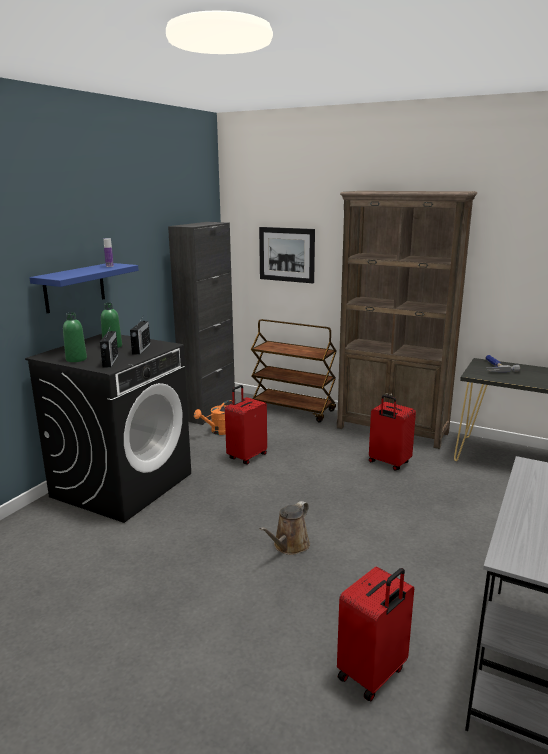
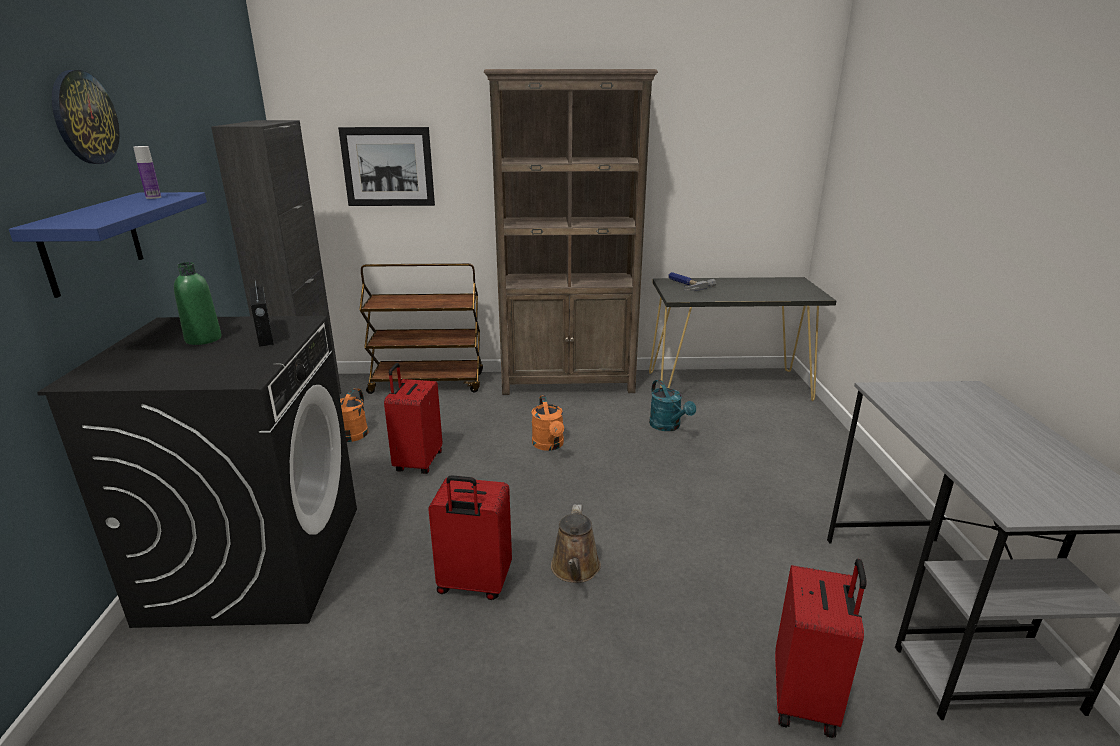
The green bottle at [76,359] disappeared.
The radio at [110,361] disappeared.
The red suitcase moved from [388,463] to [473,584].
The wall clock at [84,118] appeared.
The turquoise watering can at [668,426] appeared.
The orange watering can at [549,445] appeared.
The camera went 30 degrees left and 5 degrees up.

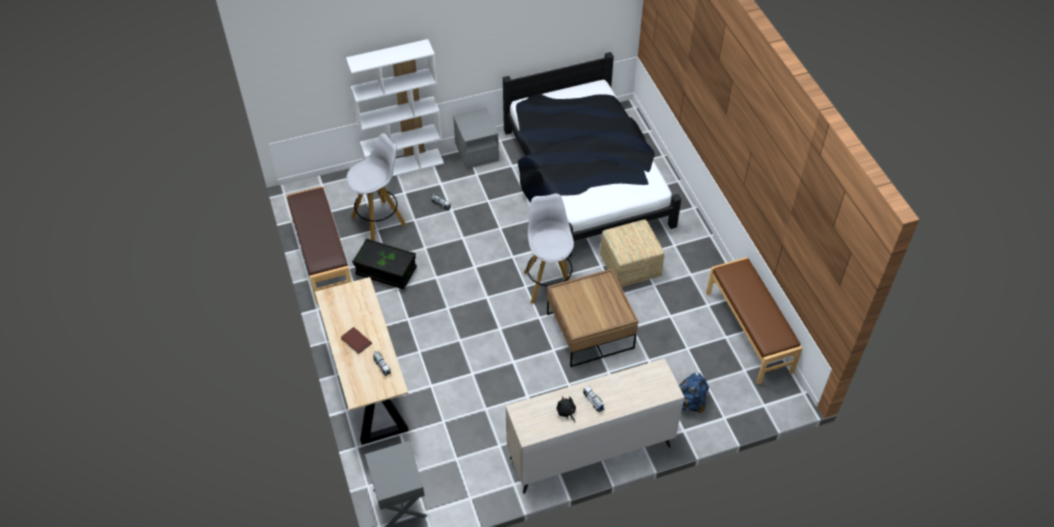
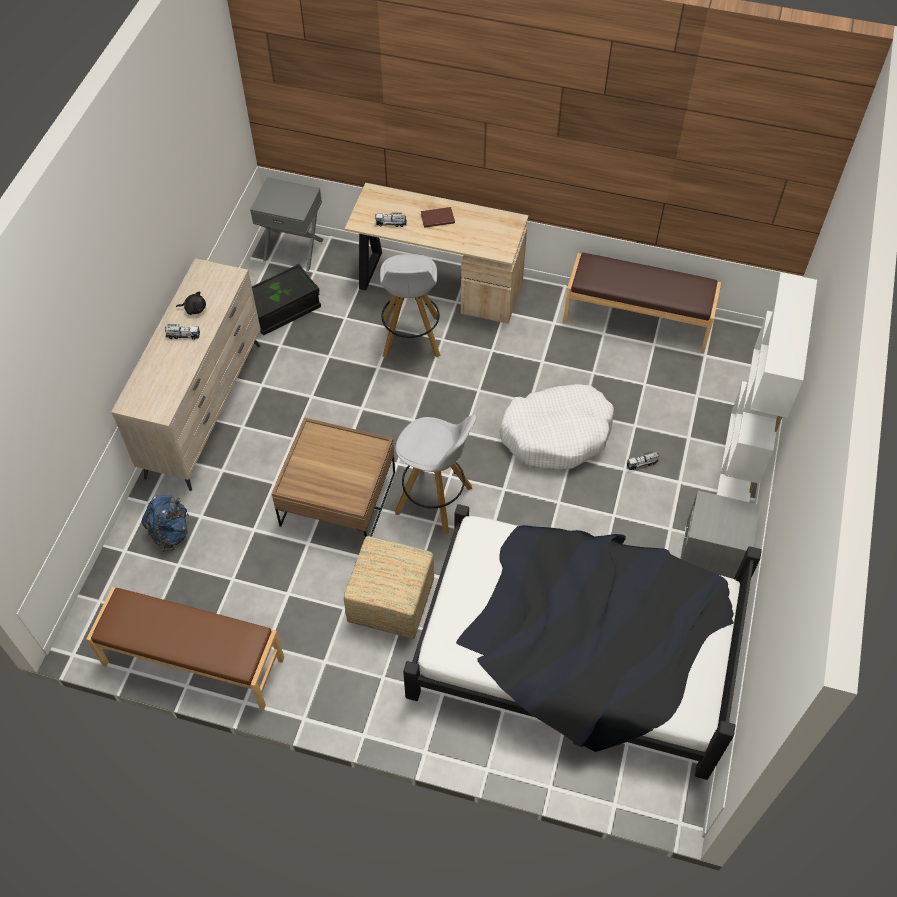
The white stool moved from [379,221] to [411,338].
The black storage box moved from [386,271] to [282,310].
The white dog bed at [557,434] appeared.
The camera went 125 degrees right and 5 degrees up.

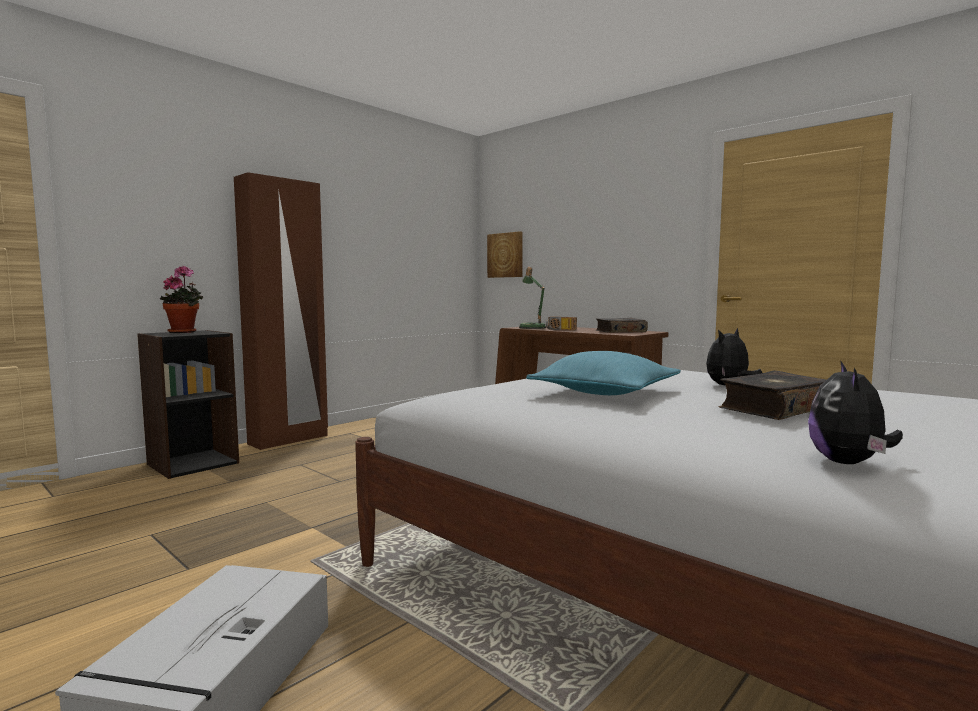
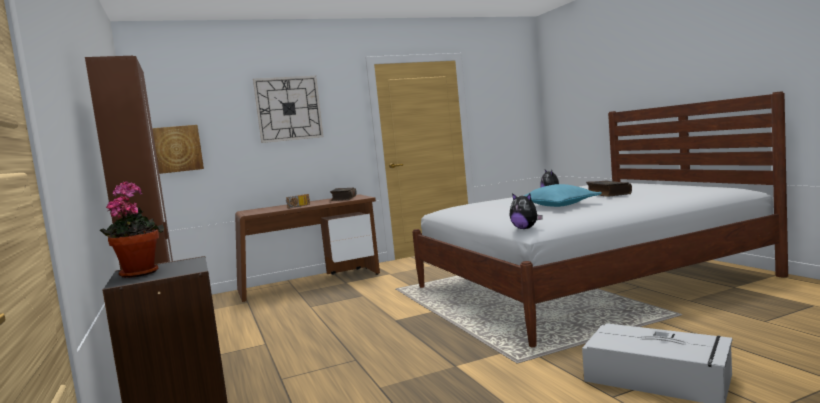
The table lamp at [531,327] disappeared.
The plush toy moved from [849,463] to [525,228].
The wall clock at [288,108] appeared.
The camera went 65 degrees left and 0 degrees up.

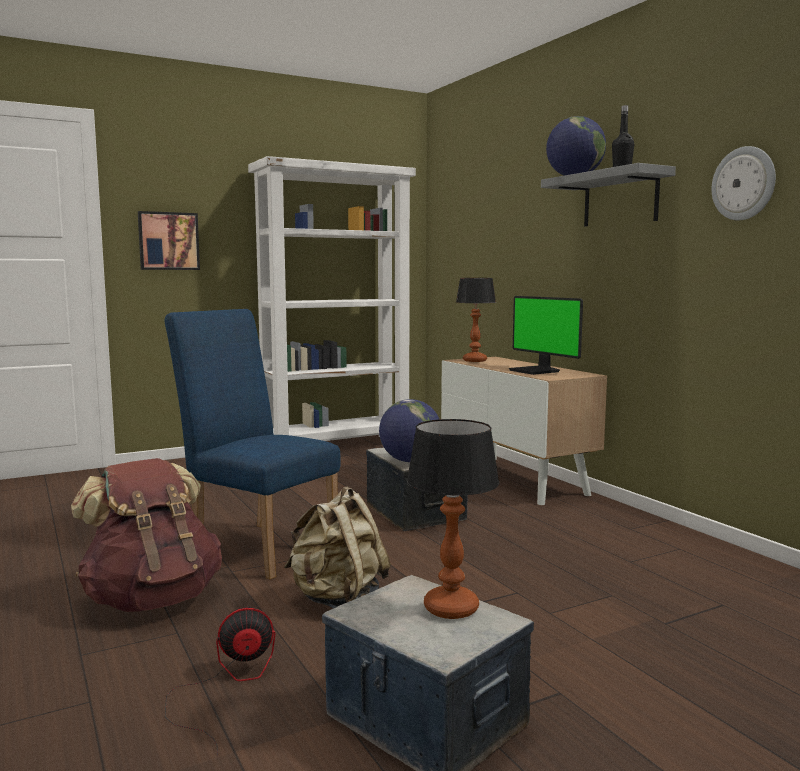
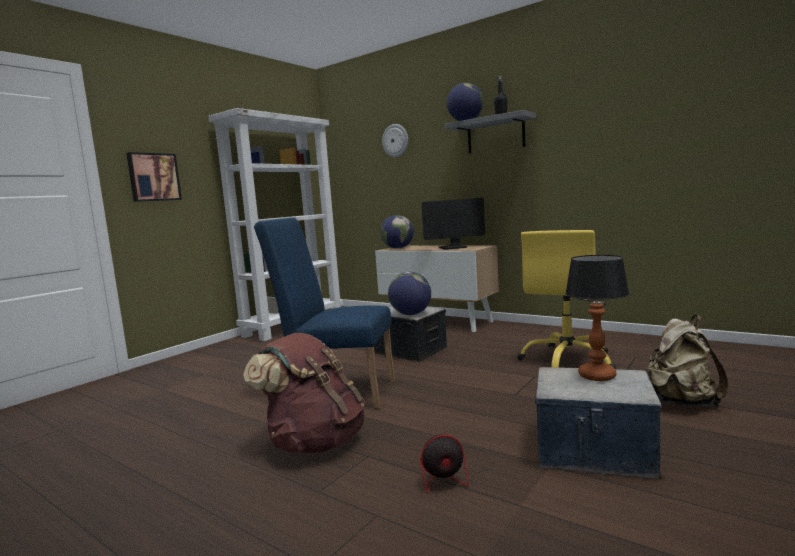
The wall clock moved from [744,183] to [395,140].
The table lamp at [475,360] was replaced by the globe at [398,248].
The monitor at [536,371] turned 135 degrees clockwise.
The beige backpack moved from [338,600] to [681,402].
The fan at [228,684] turned 150 degrees counterclockwise.
The yellow office chair at [567,360] appeared.
The camera went 25 degrees left and 0 degrees up.

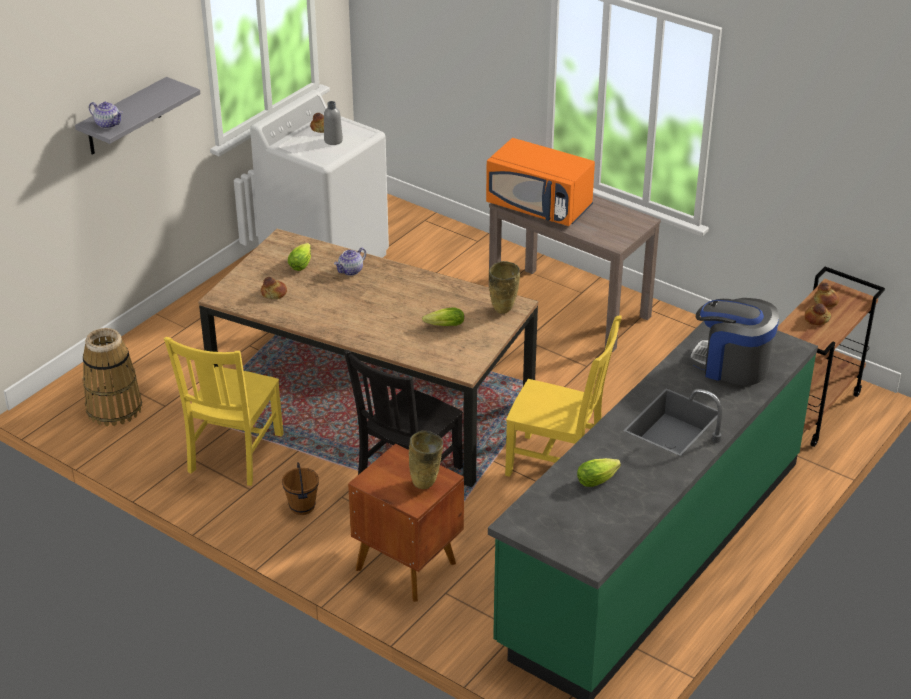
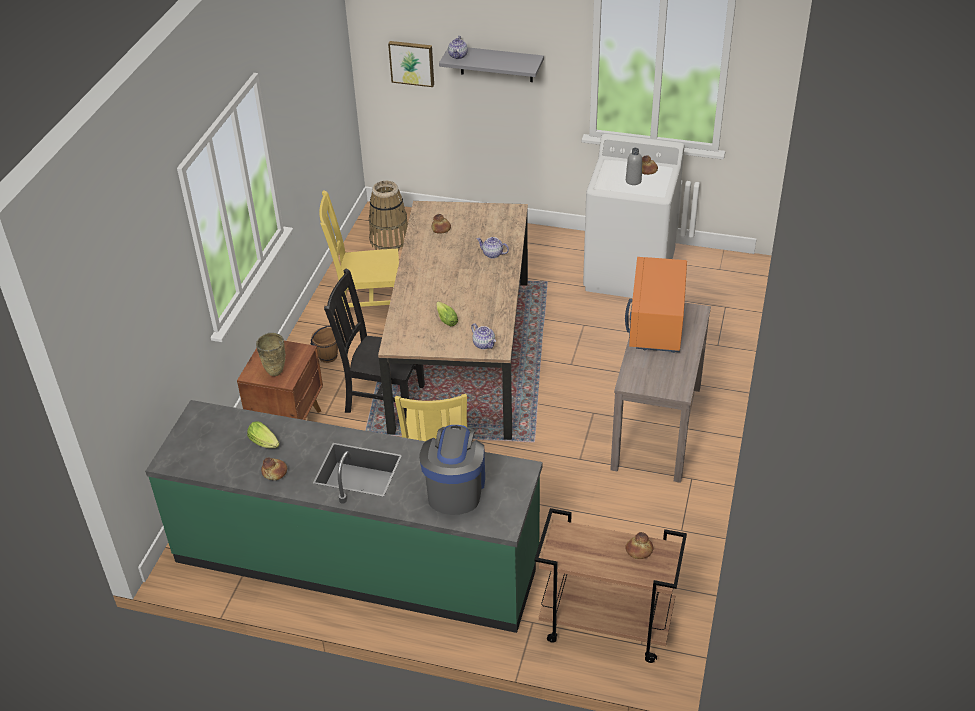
The lettuce at [302,263] disappeared.
The beige vase at [502,311] was replaced by the teapot at [484,344].
The bread moved from [817,319] to [274,472].
The picture at [412,62] appeared.
The camera went 70 degrees right and 5 degrees up.

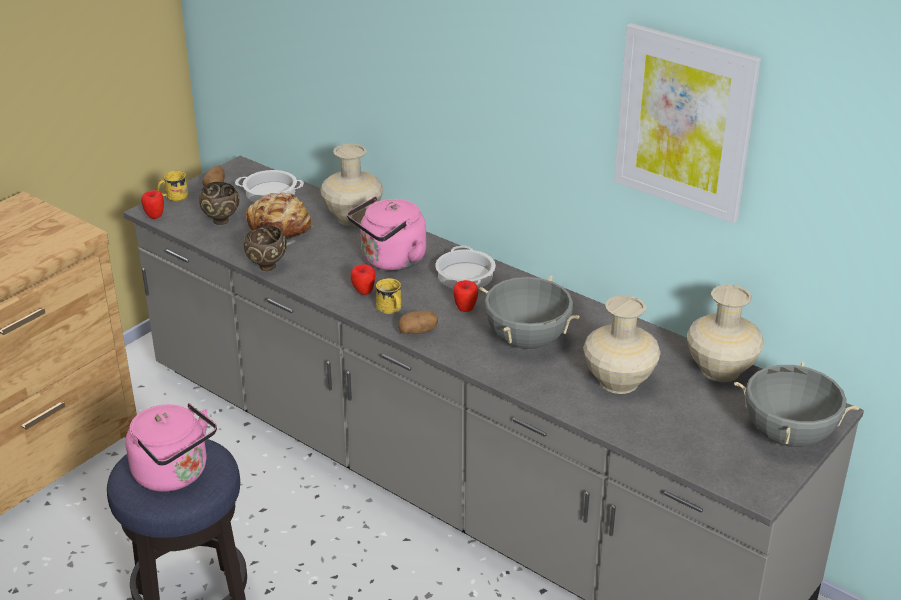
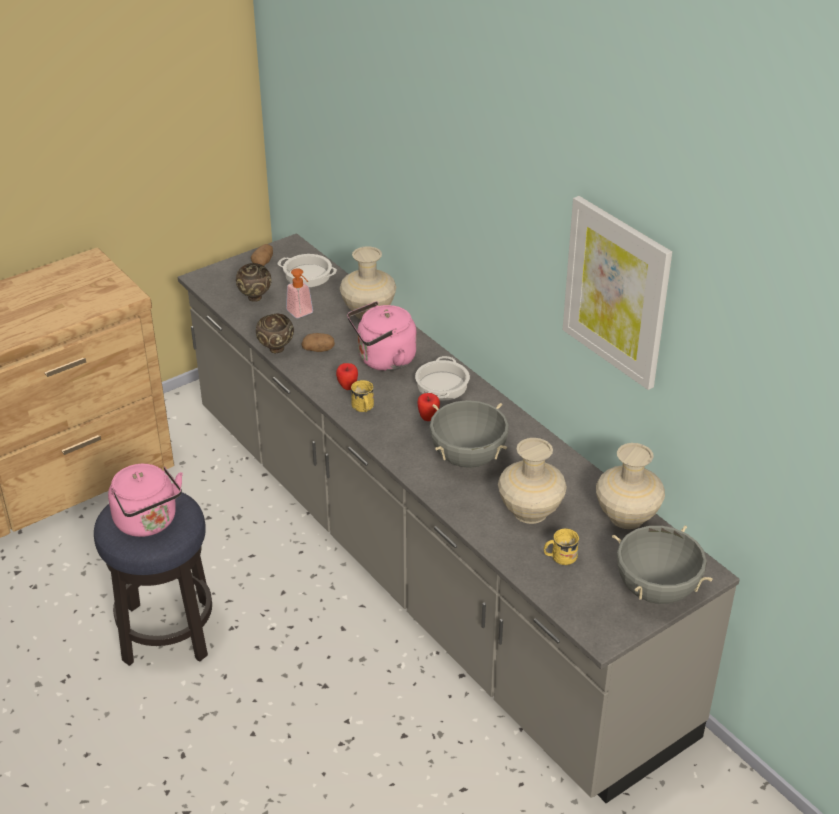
The yellow mug moved from [173,197] to [559,557].
The apple at [155,216] disappeared.
The bread at [281,229] was replaced by the soap dispenser at [302,314].
The potato moved from [418,331] to [318,350].
The camera went 15 degrees right and 5 degrees up.

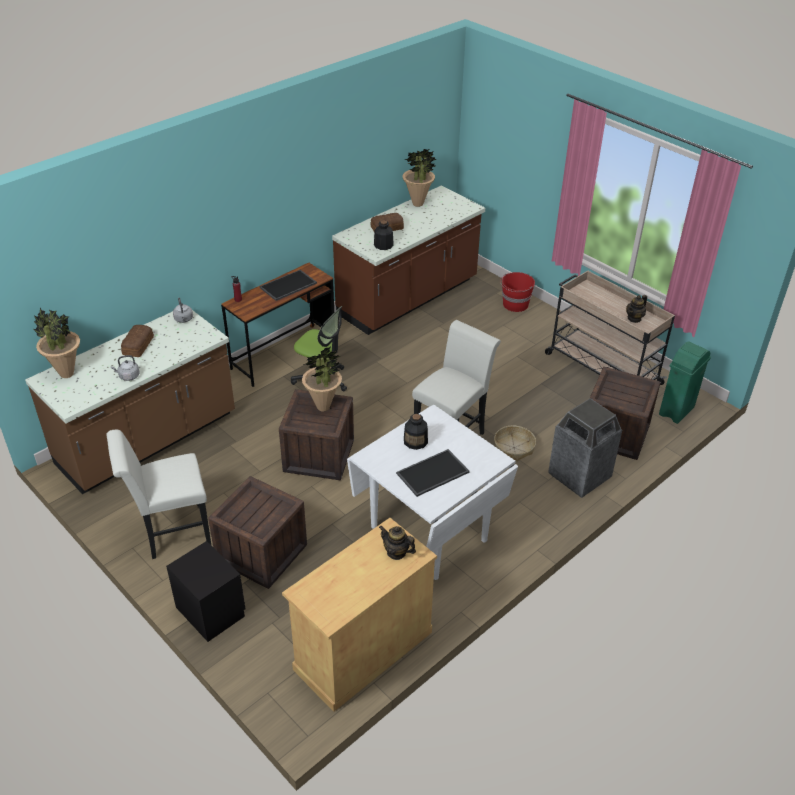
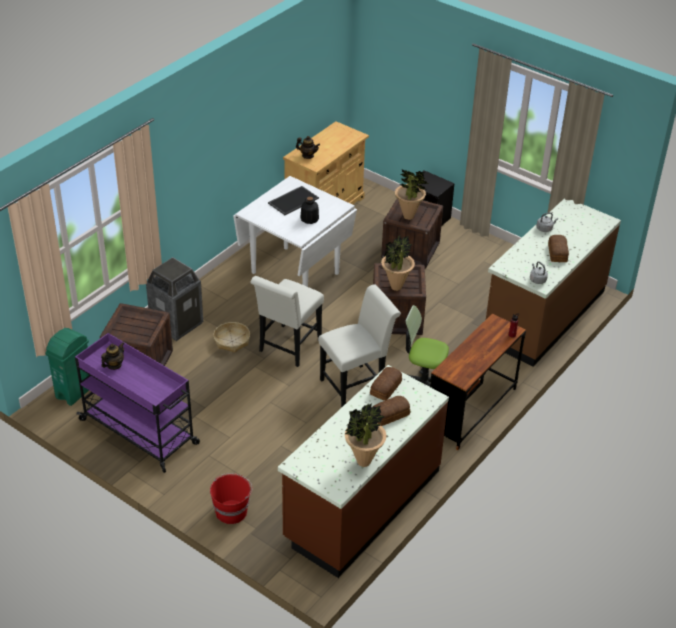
The bottle at [383,245] was replaced by the bread at [386,388].
The tray at [288,286] disappeared.
The beige cart at [601,368] became the purple cart at [140,432].
The potted plant moved from [66,374] to [408,216].
The white chair moved from [171,532] to [356,385].
The camera went 170 degrees right and 0 degrees up.

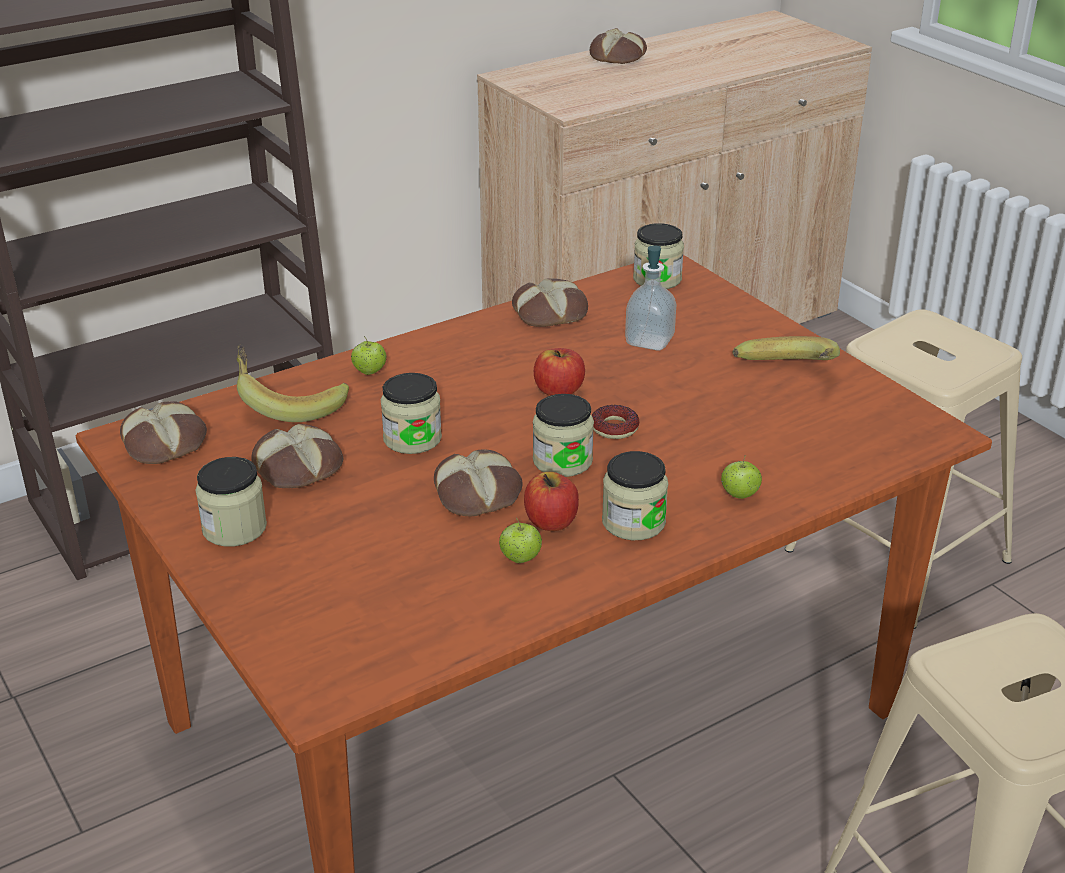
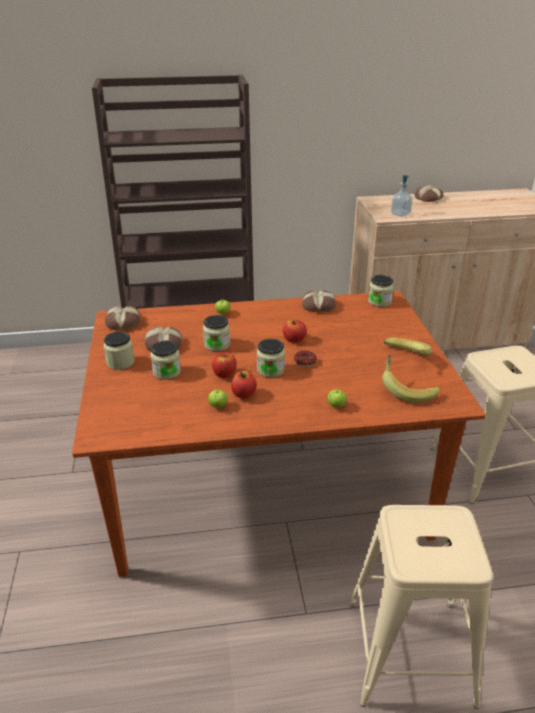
The soap dispenser moved from [649,341] to [400,214].
The banana moved from [289,403] to [406,389].
The bread at [478,493] was replaced by the apple at [224,374].
The jar moved from [633,522] to [167,372].
The camera went 25 degrees right and 0 degrees up.

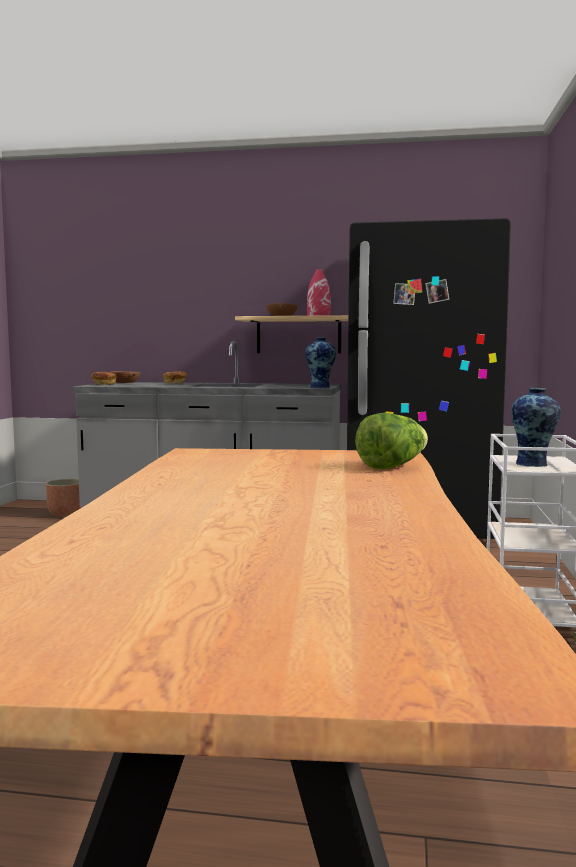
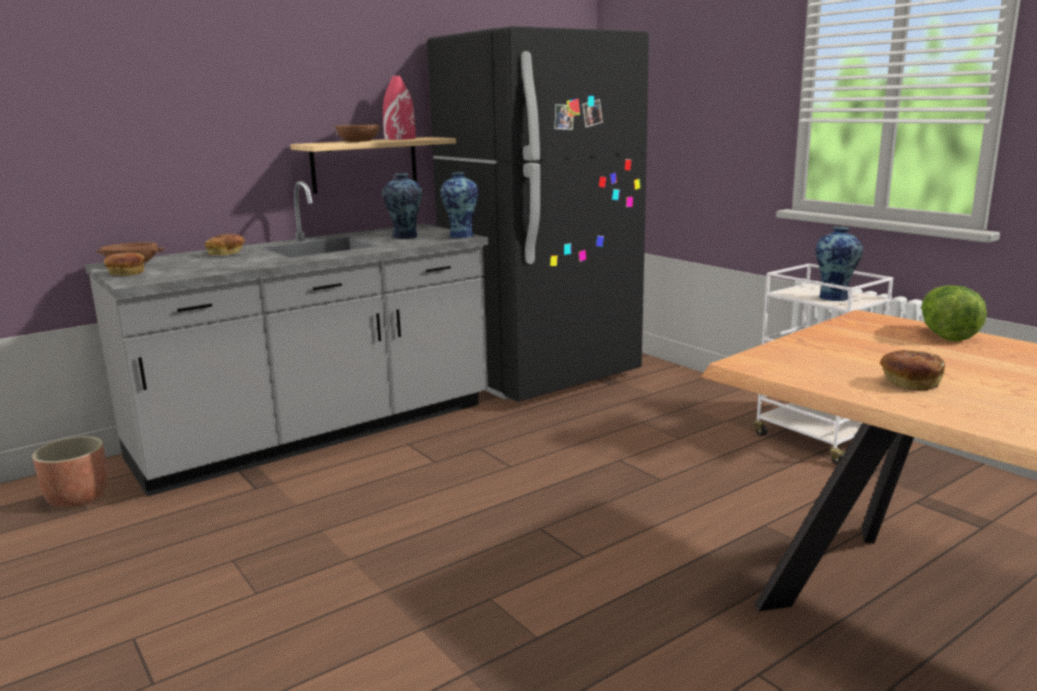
The vase at [405,237] appeared.
The bread at [910,383] appeared.
The camera went 45 degrees left and 10 degrees up.

